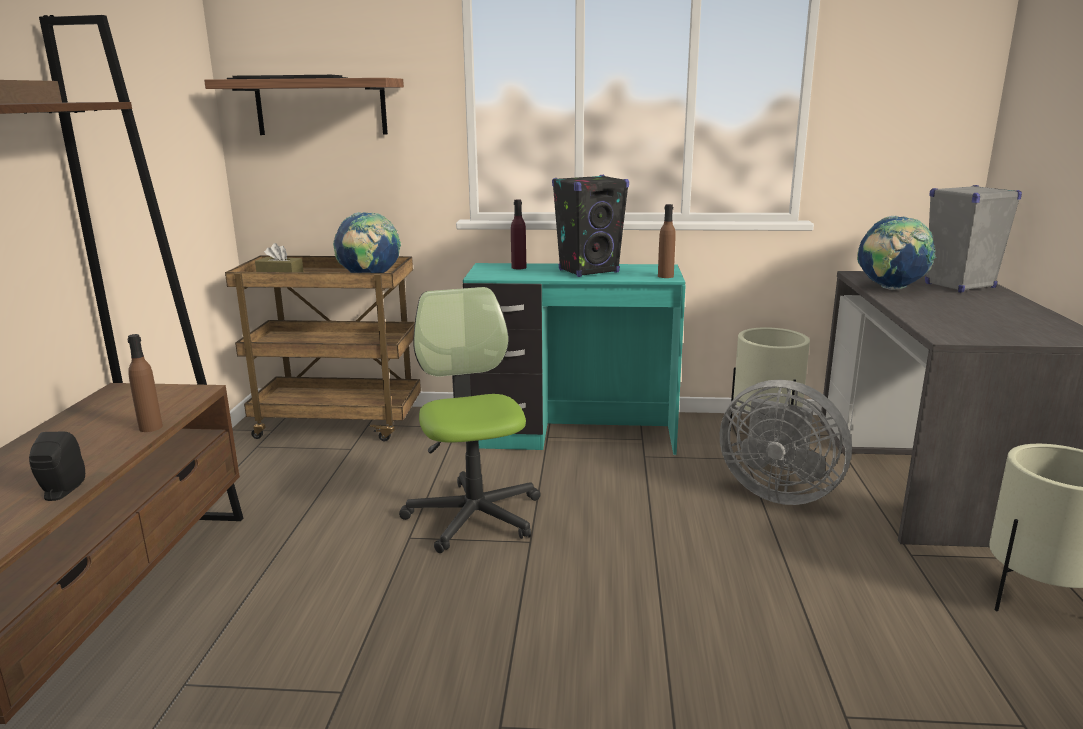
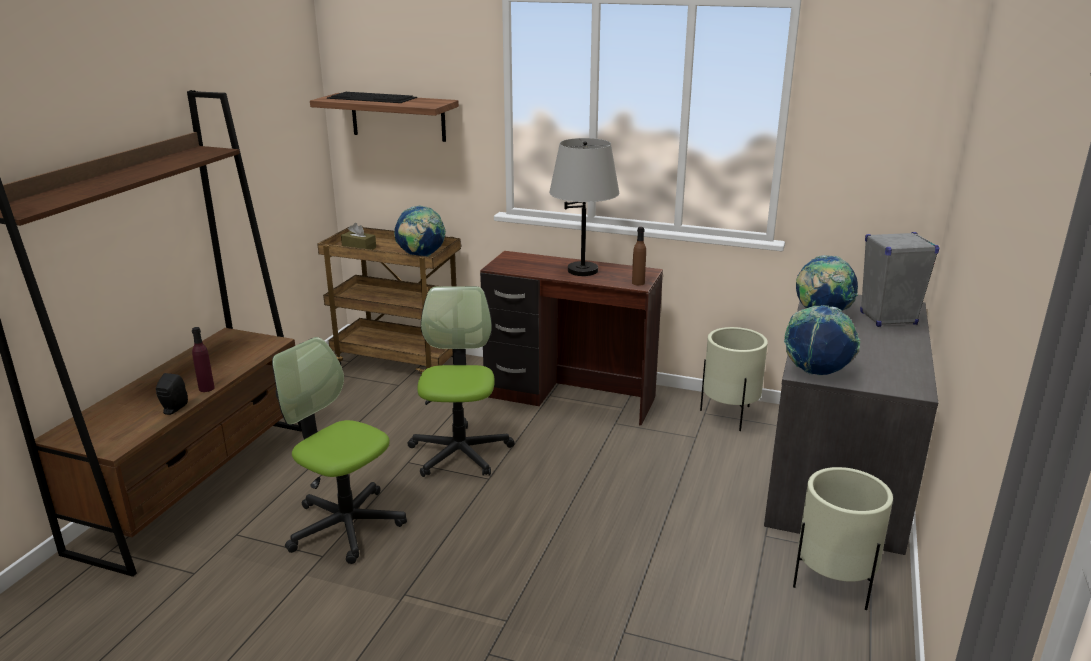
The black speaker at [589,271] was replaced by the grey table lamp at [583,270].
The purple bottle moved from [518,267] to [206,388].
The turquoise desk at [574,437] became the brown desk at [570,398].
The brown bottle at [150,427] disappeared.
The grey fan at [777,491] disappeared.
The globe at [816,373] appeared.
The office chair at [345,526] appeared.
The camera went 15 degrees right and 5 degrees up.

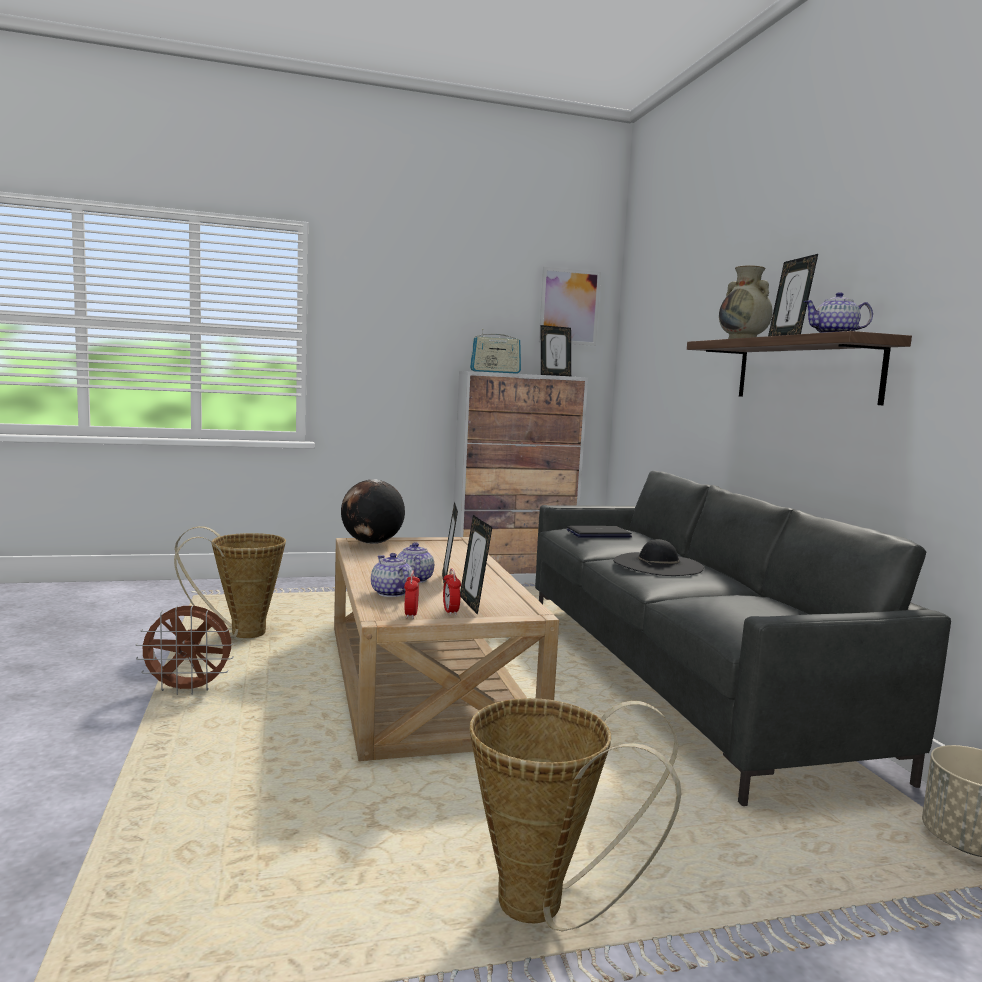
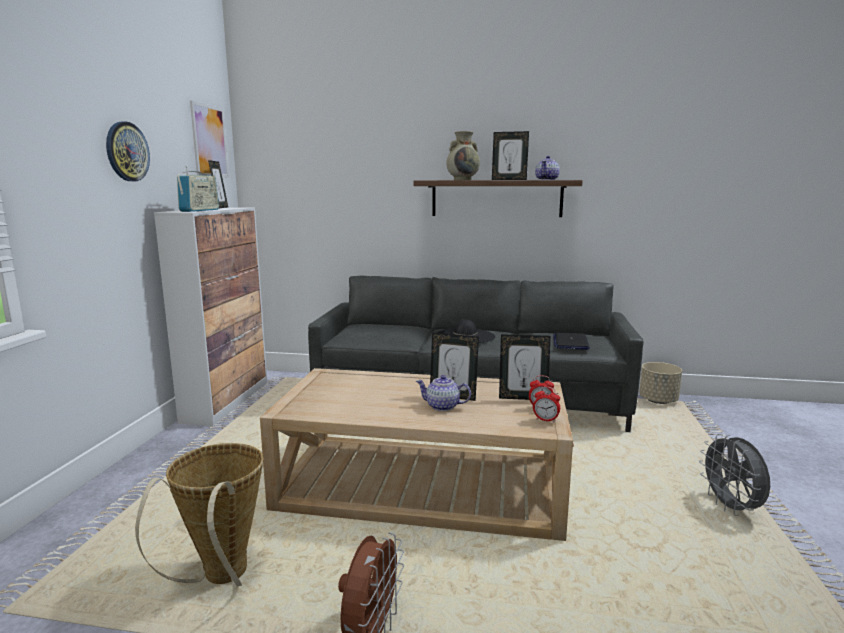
The globe at [372,543] disappeared.
The laptop moved from [598,534] to [570,342].
The teapot at [391,593] disappeared.
The basket at [546,908] was replaced by the grey fan at [731,508].
The wall clock at [127,151] appeared.
The camera went 65 degrees left and 5 degrees up.

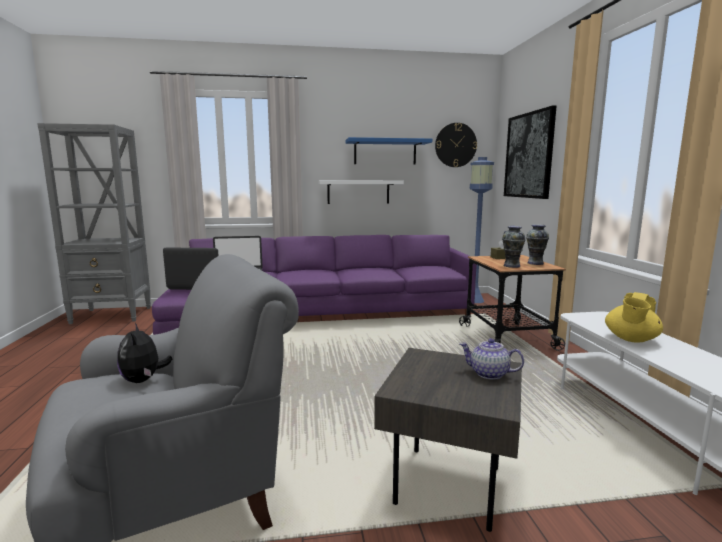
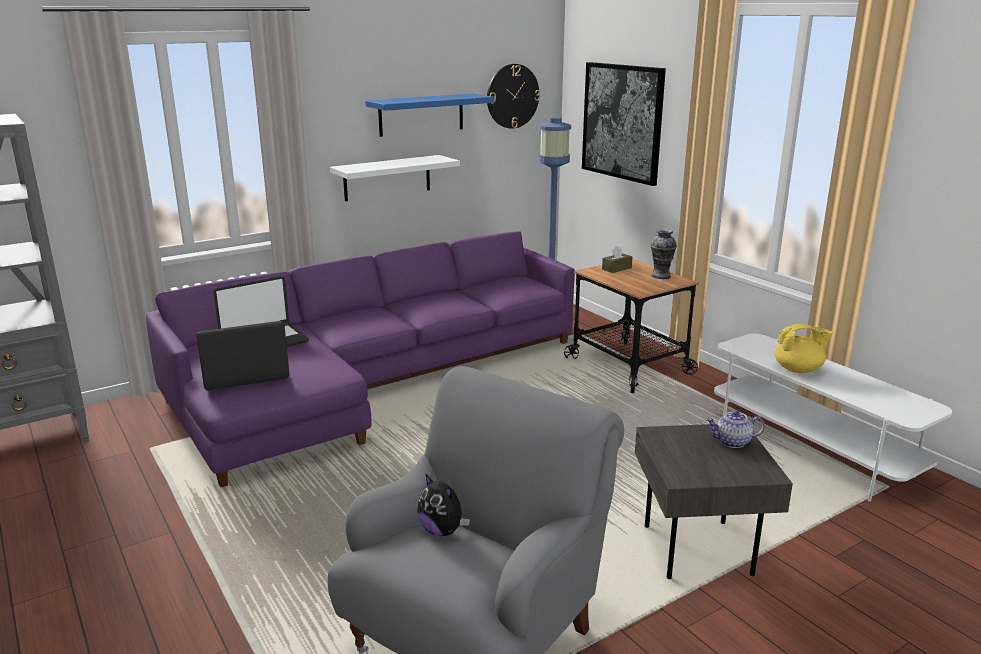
The vase at [511,266] disappeared.
The yellow teapot at [631,339] turned 105 degrees counterclockwise.
The camera went 25 degrees left and 10 degrees up.

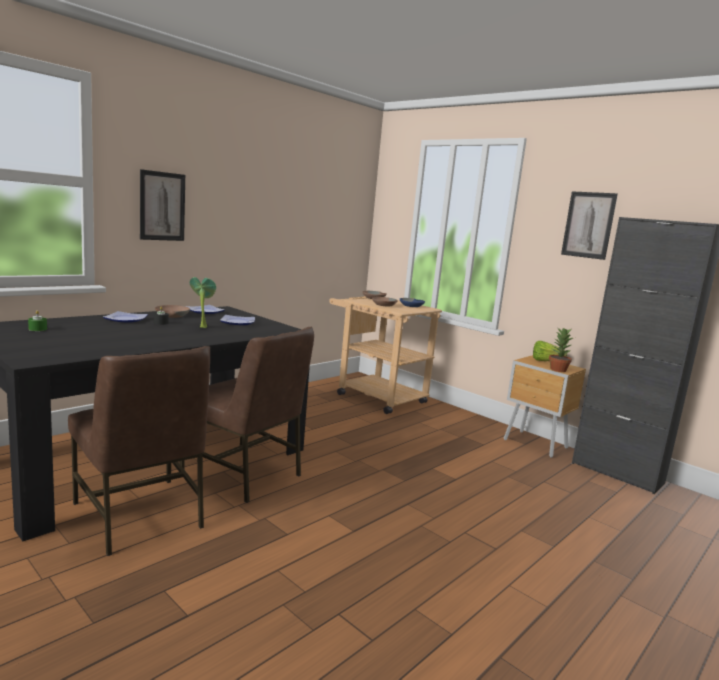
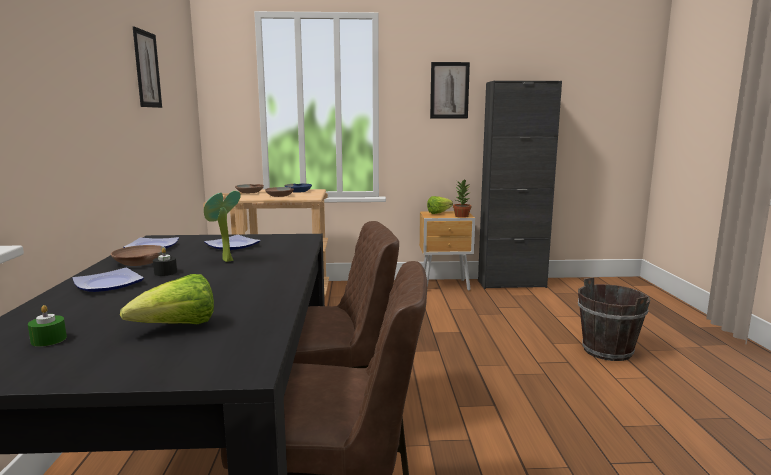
The picture moved from [162,206] to [147,69].
The lettuce at [178,327] appeared.
The brown bucket at [607,351] appeared.
The camera went 45 degrees left and 0 degrees up.

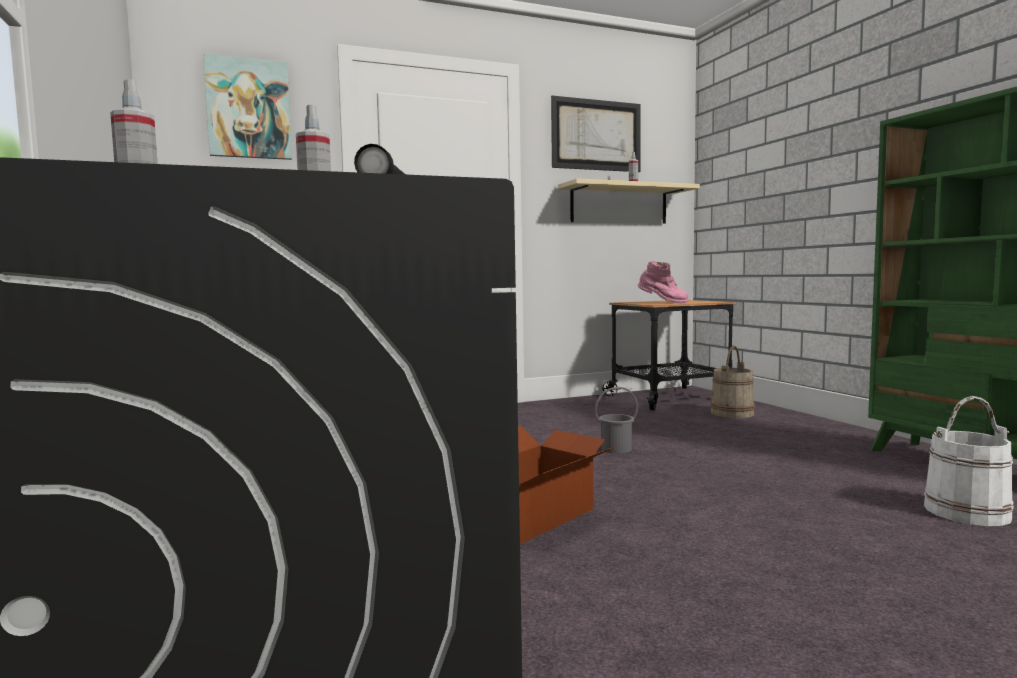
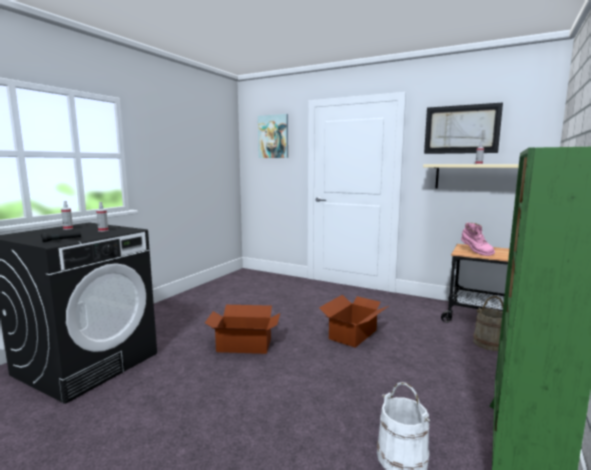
The grey bucket at [616,449] was replaced by the cardboard box at [353,334].
The camera went 50 degrees right and 5 degrees up.

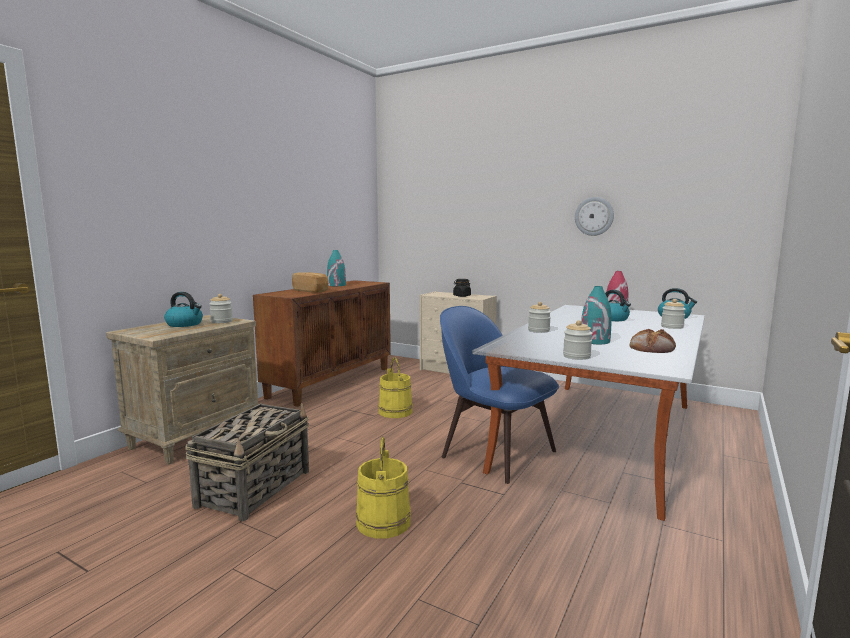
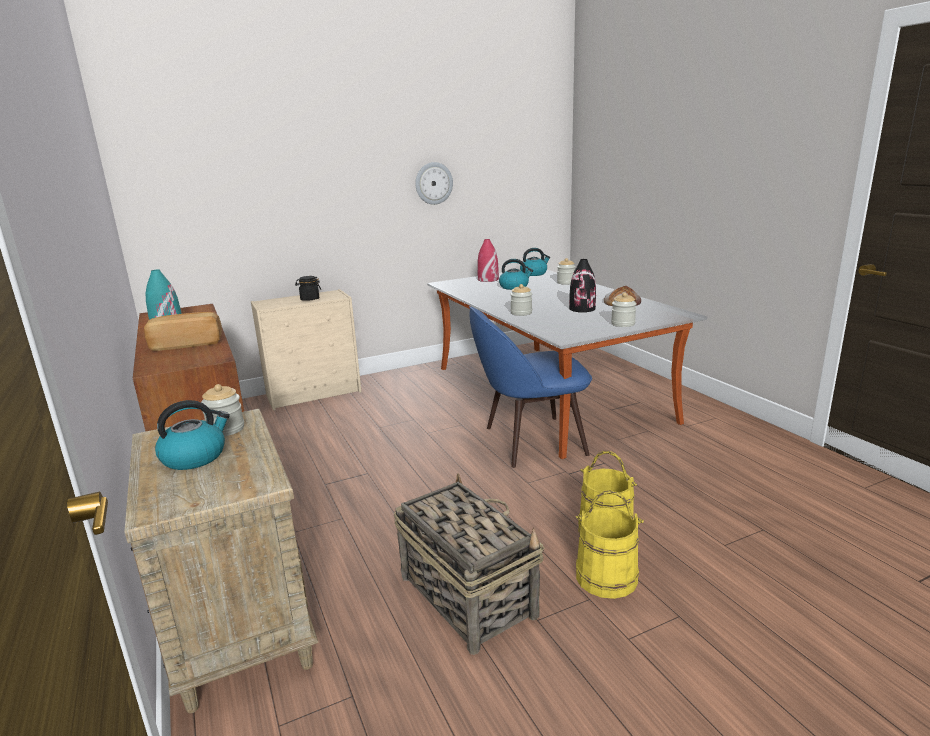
The turquoise vase at [595,341] became the black vase at [582,309].
The yellow bucket moved from [395,411] to [606,577].
The camera went 55 degrees left and 10 degrees up.

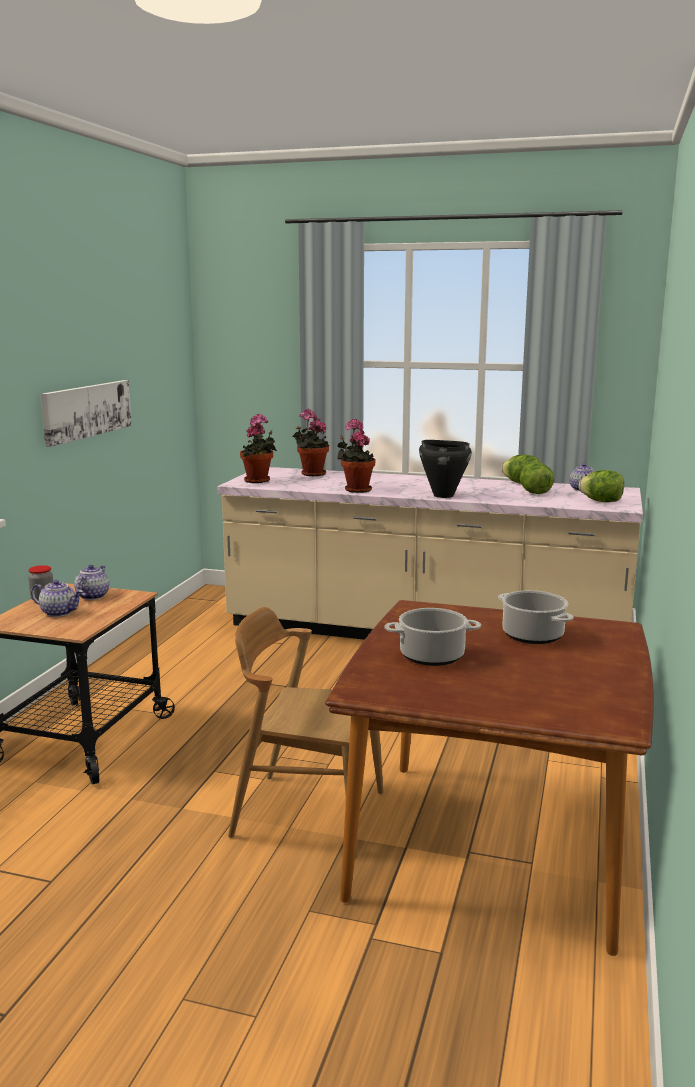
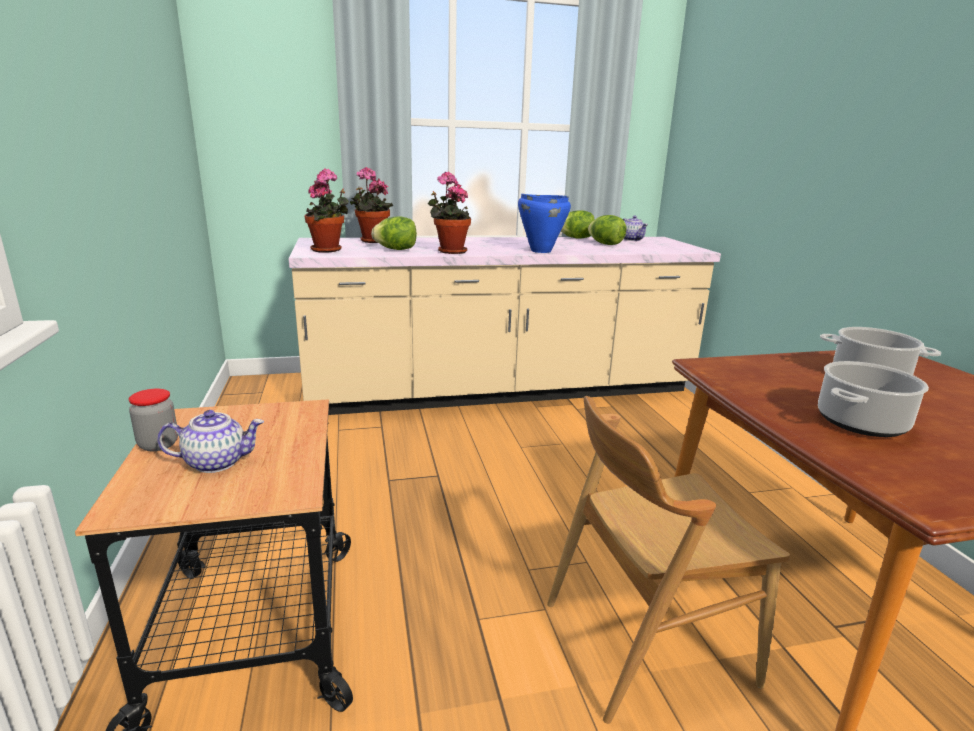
The picture at [86,411] disappeared.
The black cooking pot at [443,495] became the blue cooking pot at [540,251].
The lettuce moved from [601,501] to [396,249].
The teapot at [92,596] disappeared.
The camera went 30 degrees left and 5 degrees up.

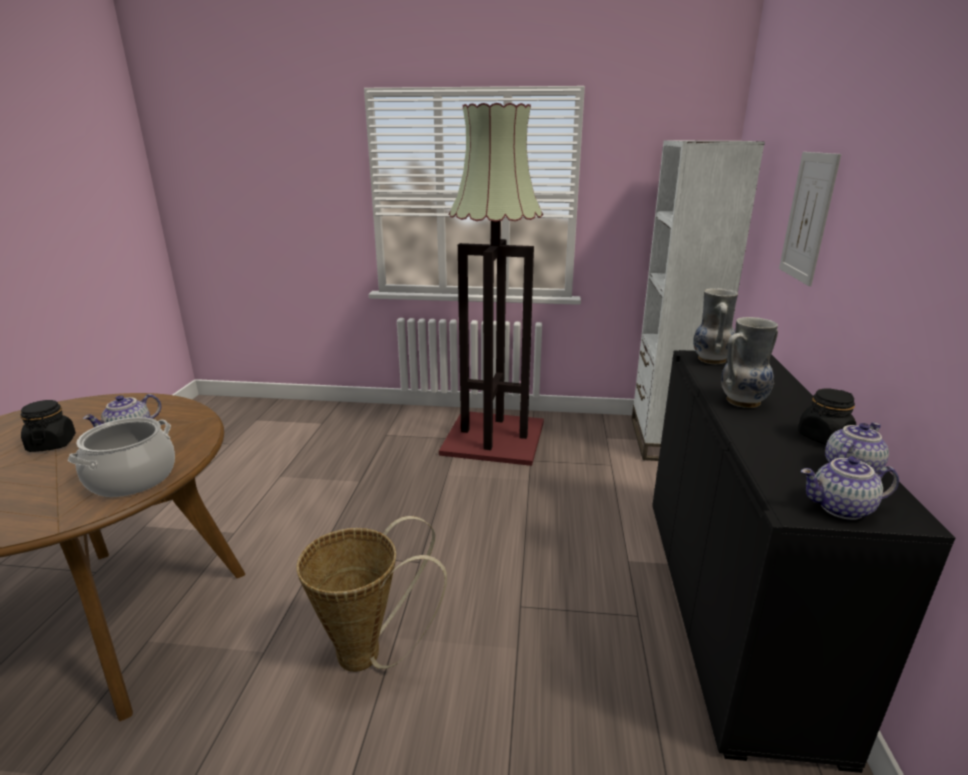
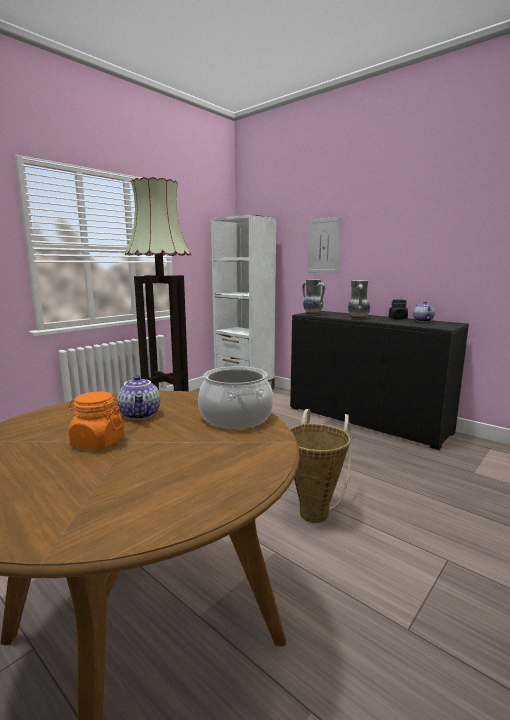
The black jar at [52,444] became the orange jar at [97,442].
The teapot at [841,509] disappeared.
The camera went 55 degrees left and 10 degrees down.

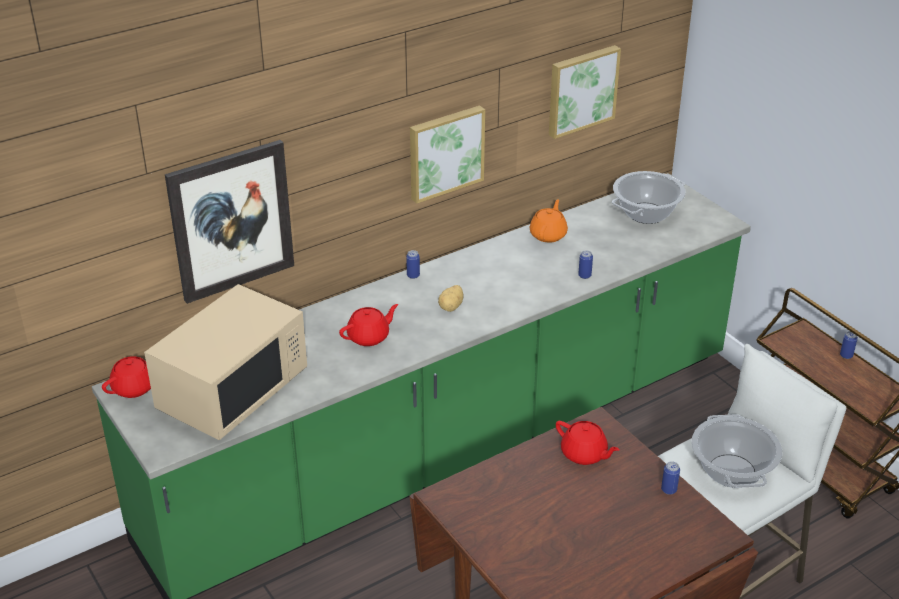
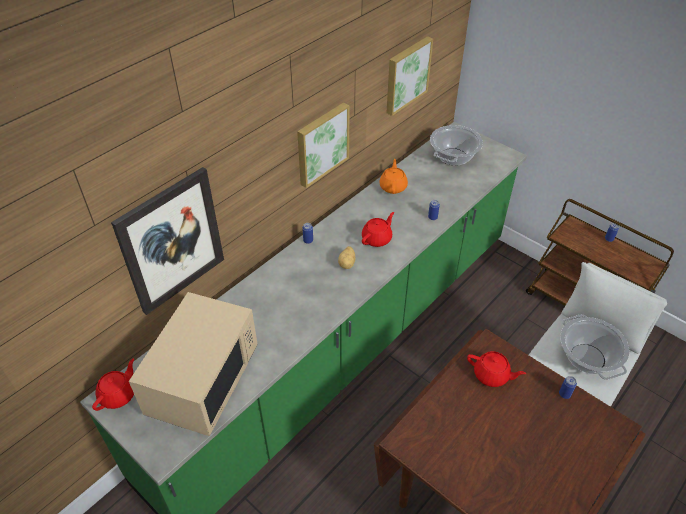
The red teapot moved from [369,337] to [377,238].
The camera went 15 degrees left and 10 degrees up.

